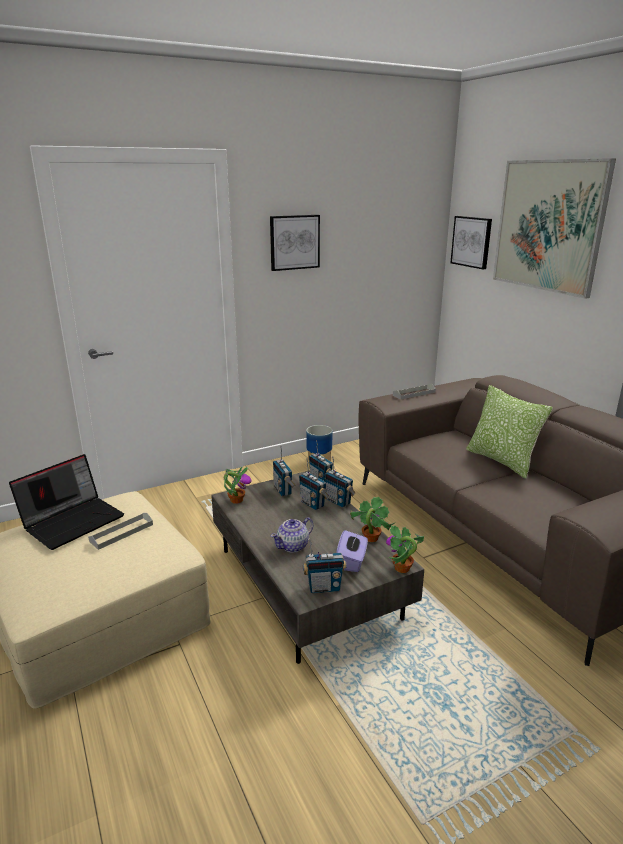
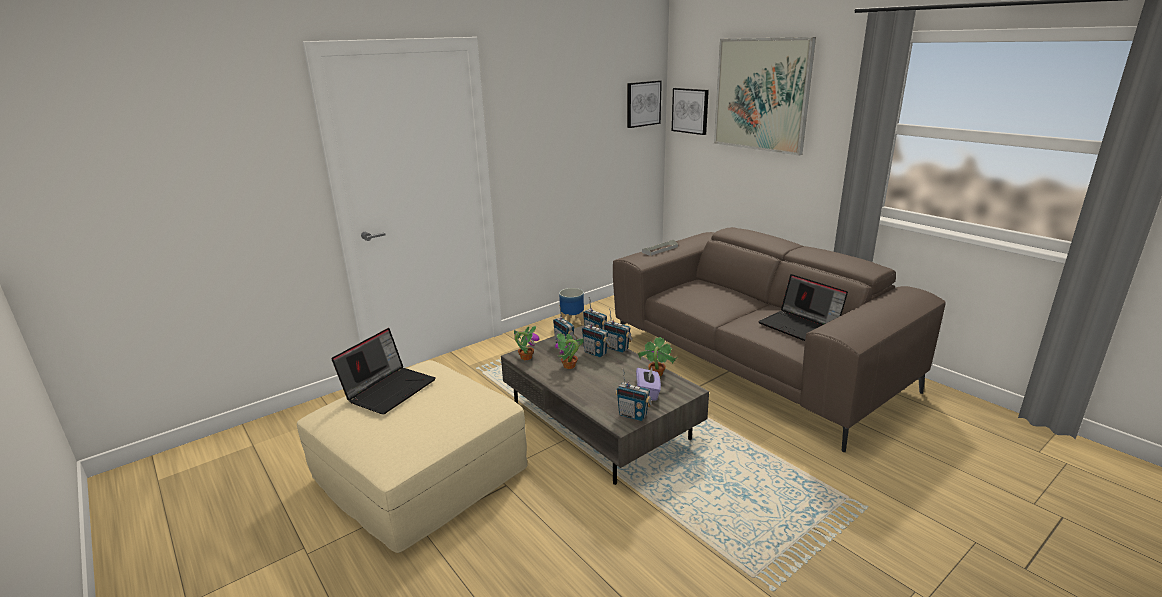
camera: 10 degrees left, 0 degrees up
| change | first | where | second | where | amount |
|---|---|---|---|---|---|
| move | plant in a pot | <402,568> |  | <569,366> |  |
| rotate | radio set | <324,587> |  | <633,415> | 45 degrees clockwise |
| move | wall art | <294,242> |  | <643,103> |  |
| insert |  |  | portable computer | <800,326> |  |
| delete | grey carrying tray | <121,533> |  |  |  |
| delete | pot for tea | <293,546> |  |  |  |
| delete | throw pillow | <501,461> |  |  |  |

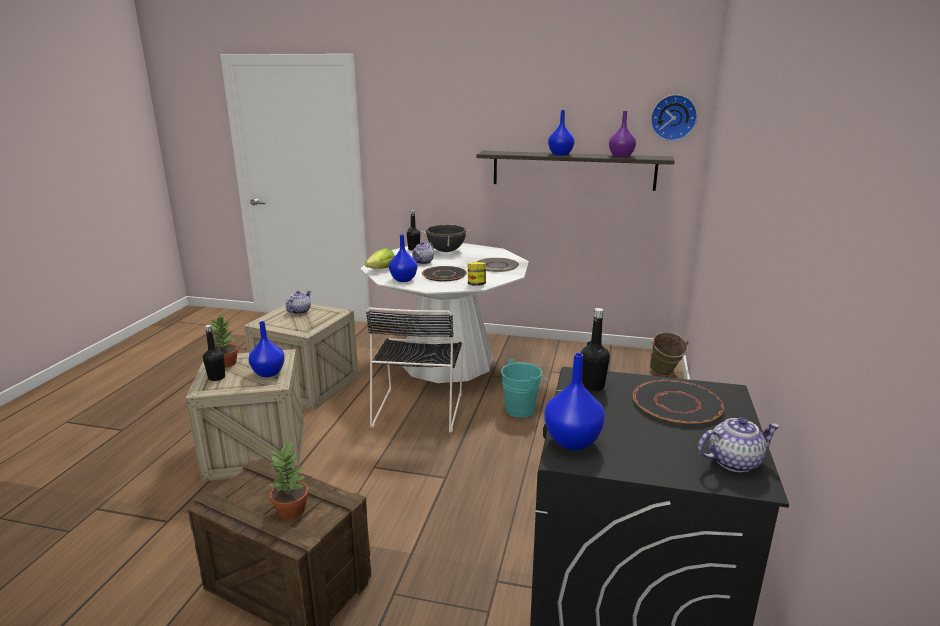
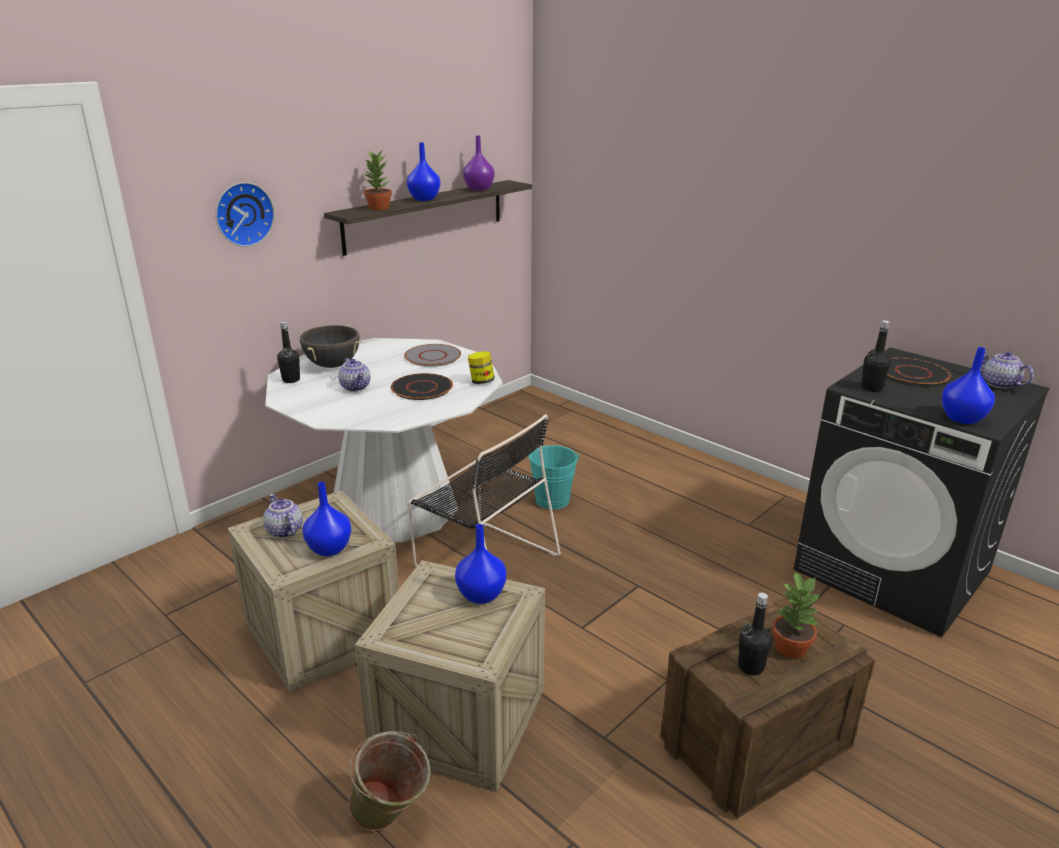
camera: 60 degrees left, 5 degrees up
| change | first | where | second | where | amount |
|---|---|---|---|---|---|
| move | clock on the wall | <673,117> |  | <242,213> |  |
| move | bluish decorative vase | <403,279> |  | <328,549> |  |
| move | green pail | <664,375> |  | <391,819> |  |
| move | plant in a pot | <226,363> |  | <379,208> |  |
| move | black-coloured drink bottle | <216,377> |  | <750,667> |  |
| rotate | pot for tea | <734,461> |  | <999,384> | 45 degrees counterclockwise |
| delete | lettuce | <381,269> |  |  |  |

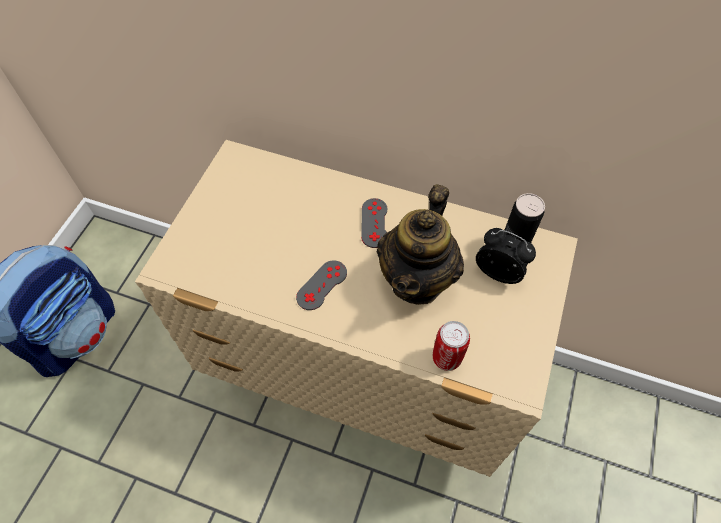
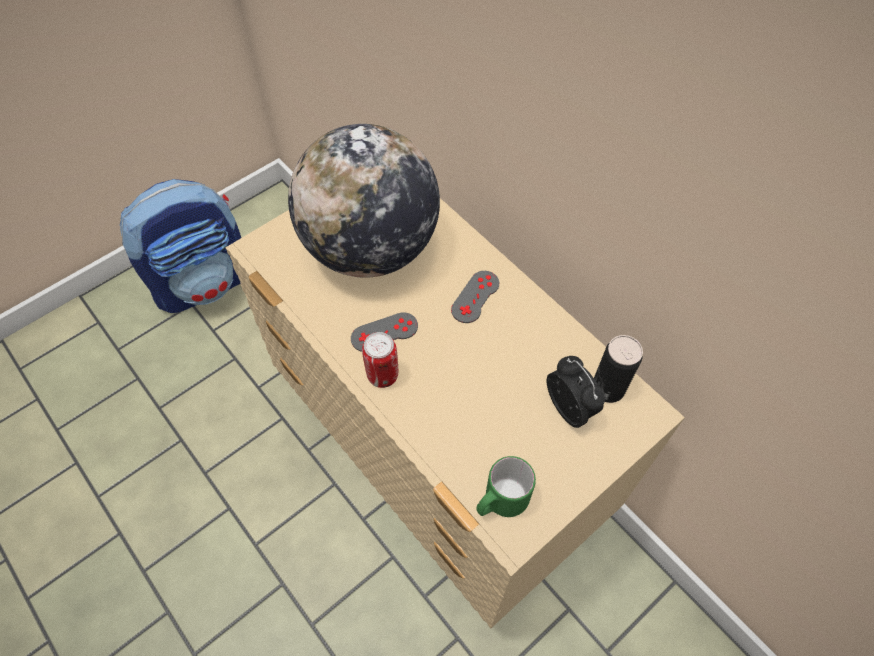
camera: 30 degrees right, 0 degrees up
| change | first | where | second | where | amount |
|---|---|---|---|---|---|
| insert |  |  | desk globe | <370,248> |  |
| move | metal can | <446,358> |  | <382,375> |  |
| insert |  |  | green coffee mug | <500,502> |  |
| delete | pot for tea | <417,279> |  |  |  |

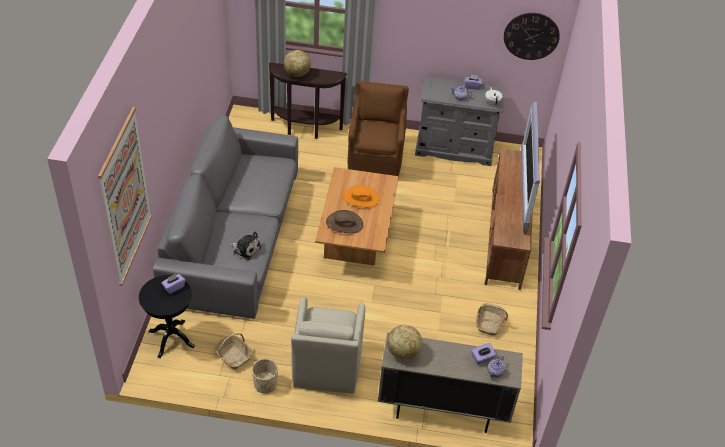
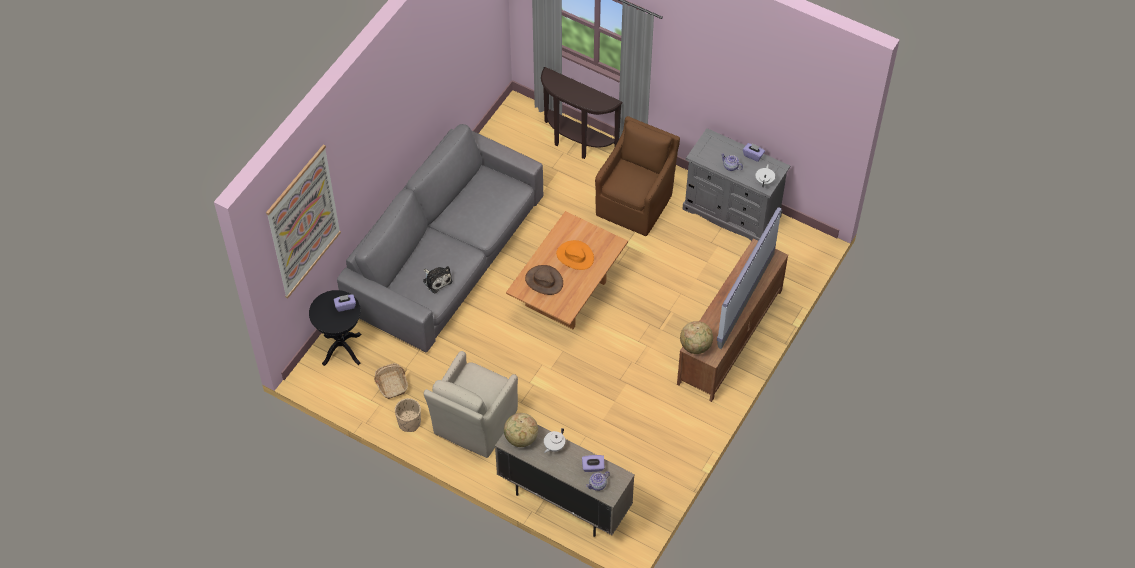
camera: 25 degrees right, 10 degrees up
| change | first | where | second | where | amount |
|---|---|---|---|---|---|
| insert |  |  | white-coloured pot for tea | <554,446> |  |
| move | desk globe | <297,74> |  | <695,346> |  |
| delete | storage basket | <489,323> |  |  |  |
| delete | clock on the wall | <531,36> |  |  |  |

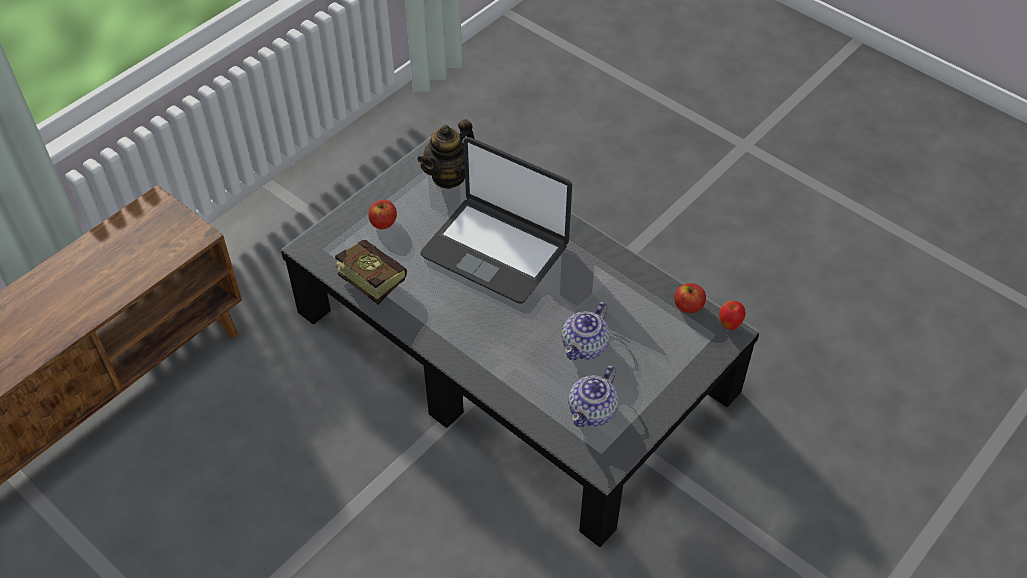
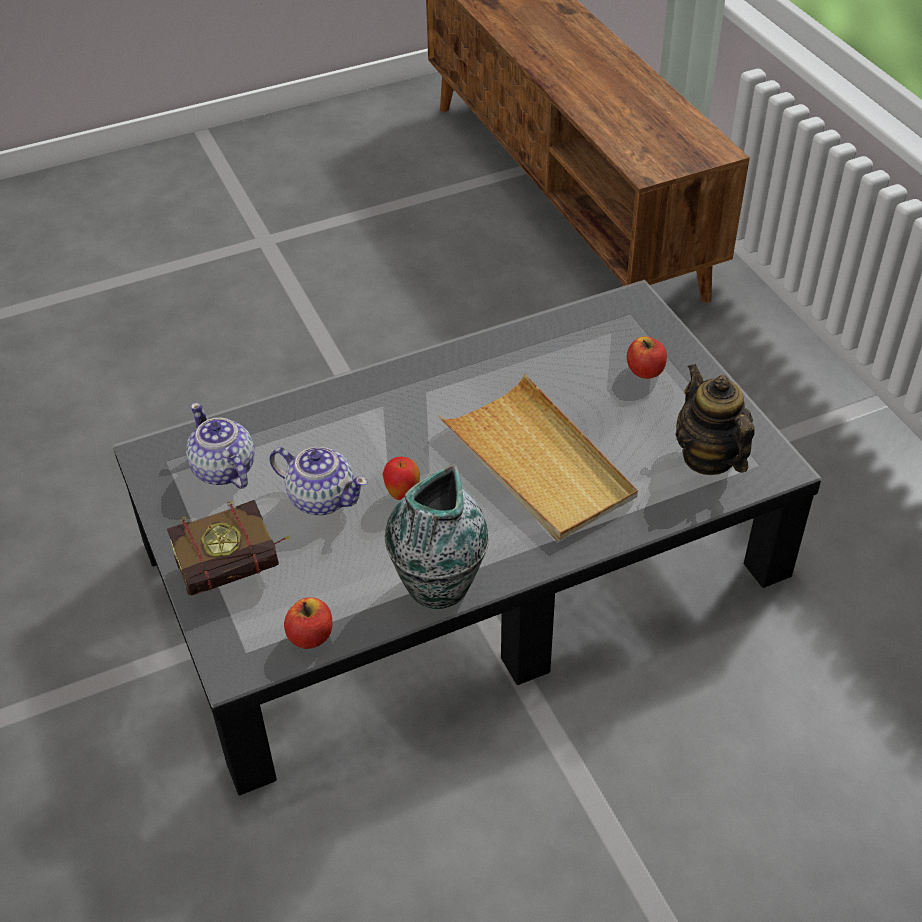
camera: 115 degrees right, 5 degrees down
| change | first | where | second | where | amount |
|---|---|---|---|---|---|
| move | bound book | <367,278> |  | <239,567> |  |
| rotate | pot for tea | <585,346> |  | <321,497> | 150 degrees clockwise |
| move | whole apple | <729,325> |  | <402,494> |  |
| insert |  |  | decorative vase | <438,587> |  |
| replace | portable computer | <496,250> | beige carrying tray | <538,463> |  |

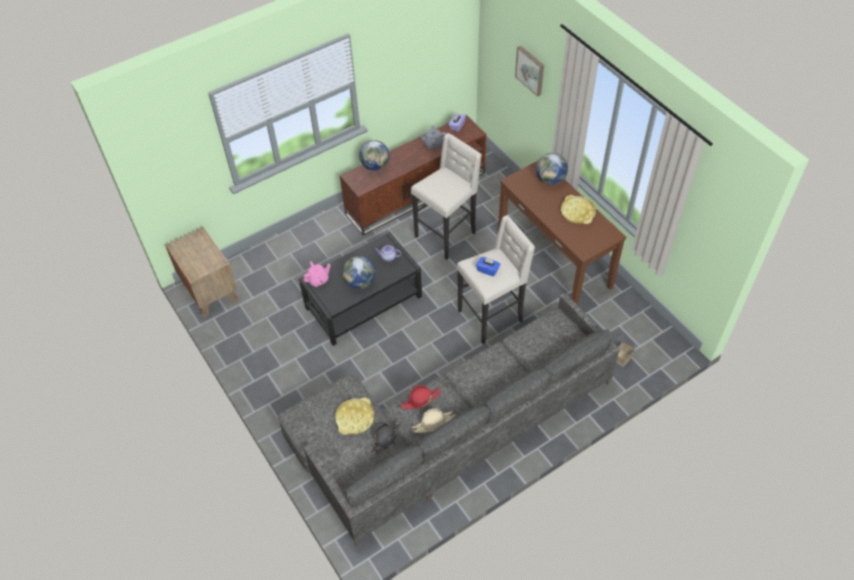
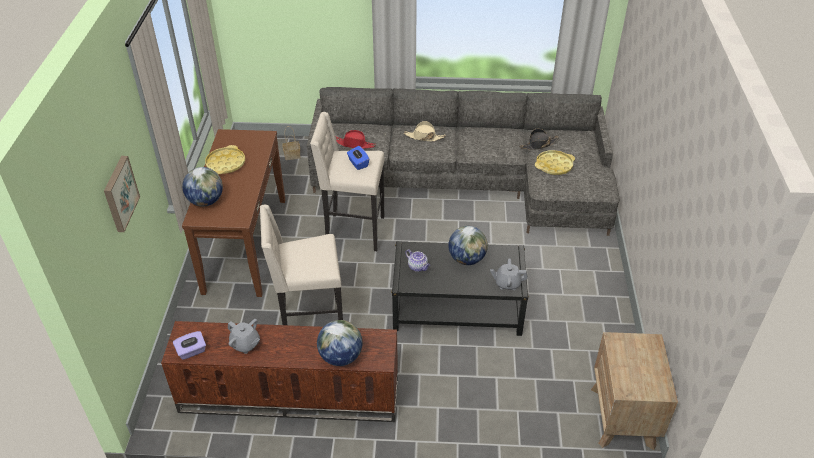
camera: 145 degrees left, 10 degrees down
| change | first | where | second | where | amount |
|---|---|---|---|---|---|
| move | red-coloured wearable hat | <420,400> |  | <355,144> |  |
| move | beige wearable hat | <433,423> |  | <424,137> |  |
| recolor | pink pot for tea | <318,280> | grey pot for tea | <507,283> |  |

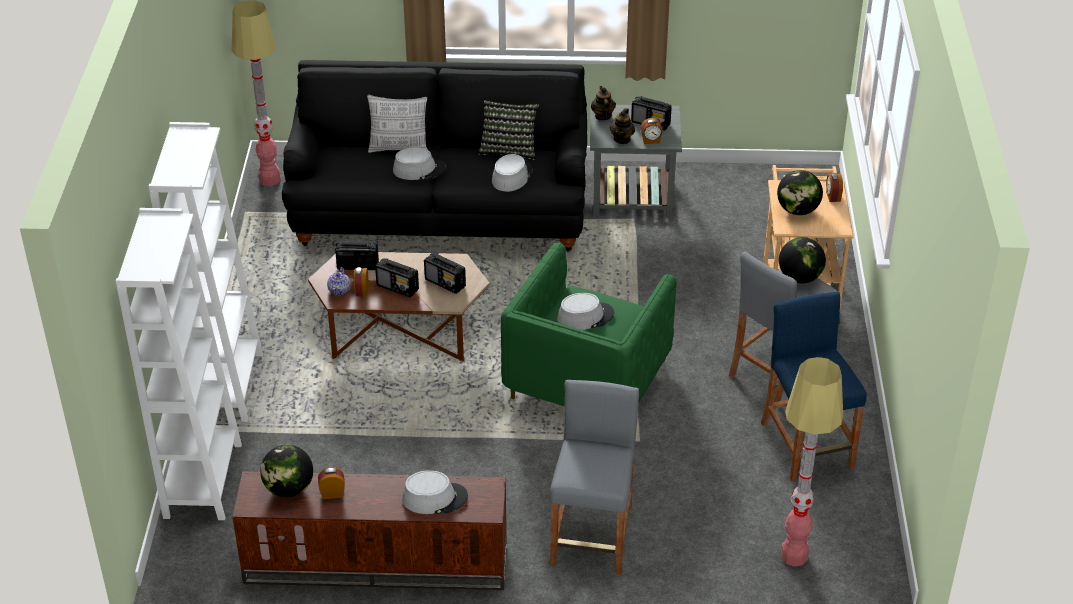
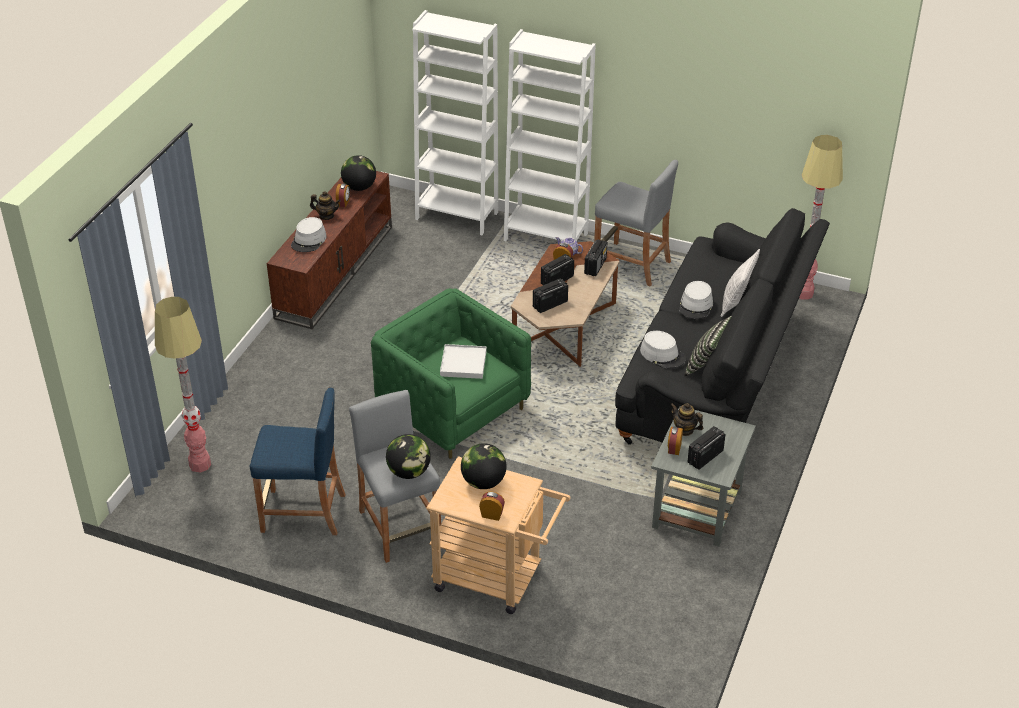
camera: 110 degrees right, 0 degrees up
| change | first | where | second | where | amount |
|---|---|---|---|---|---|
| move | pot for tea | <602,116> |  | <326,216> |  |
| replace | grey wearable hat | <585,316> | white-coloured carrying tray | <463,363> |  |
| move | grey sitting stool | <592,536> |  | <632,264> |  |

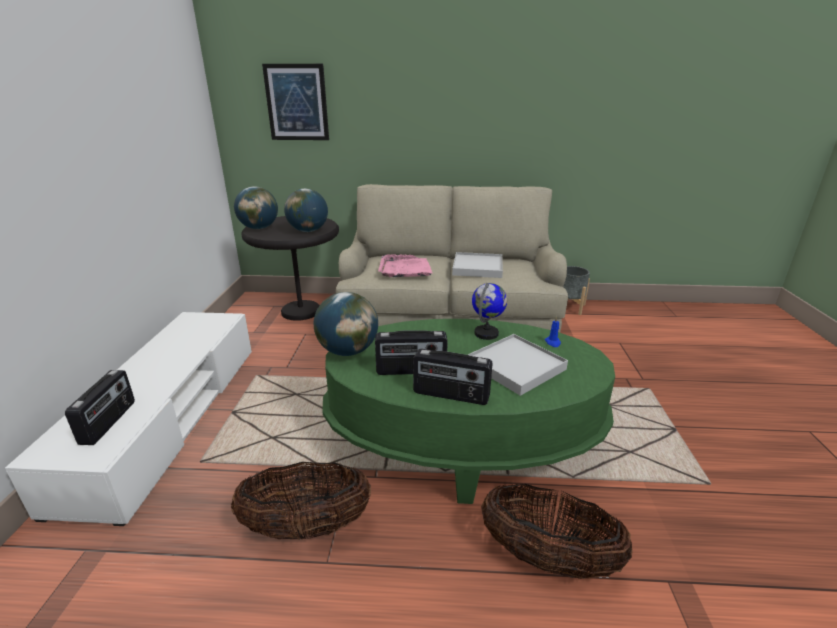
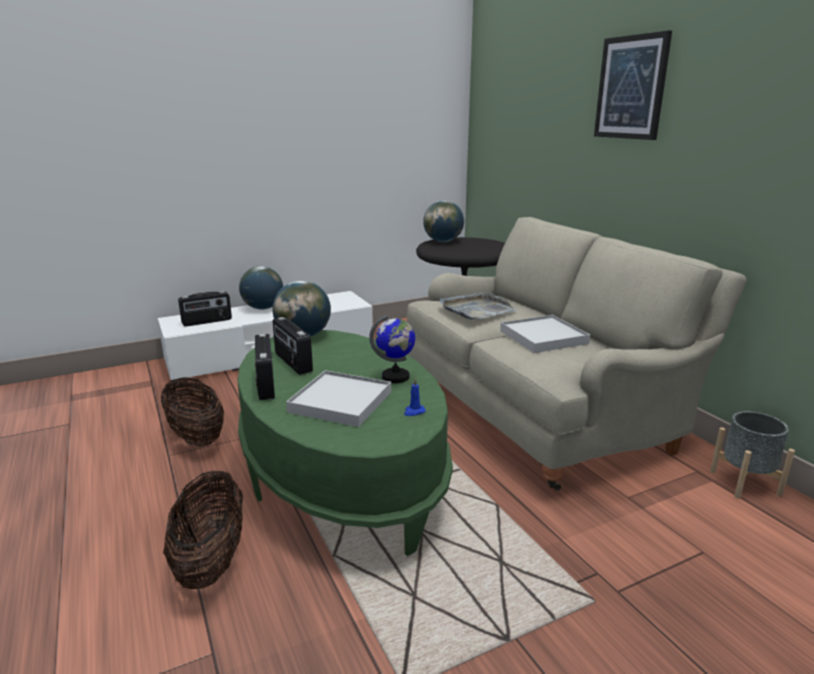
camera: 60 degrees right, 5 degrees down
| change | first | where | second | where | amount |
|---|---|---|---|---|---|
| move | desk globe | <308,231> |  | <263,308> |  |
| recolor | pink carrying tray | <405,269> | grey carrying tray | <476,309> |  |
| move | wall art | <297,102> |  | <631,88> |  |

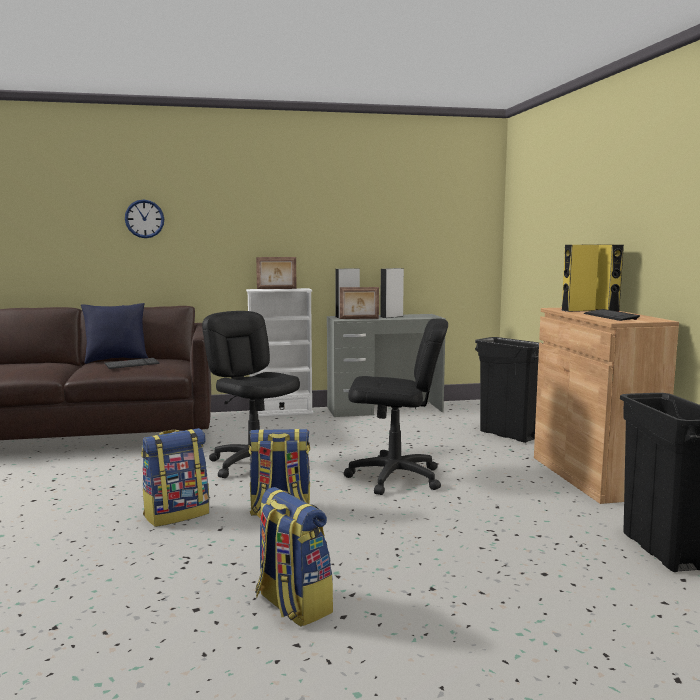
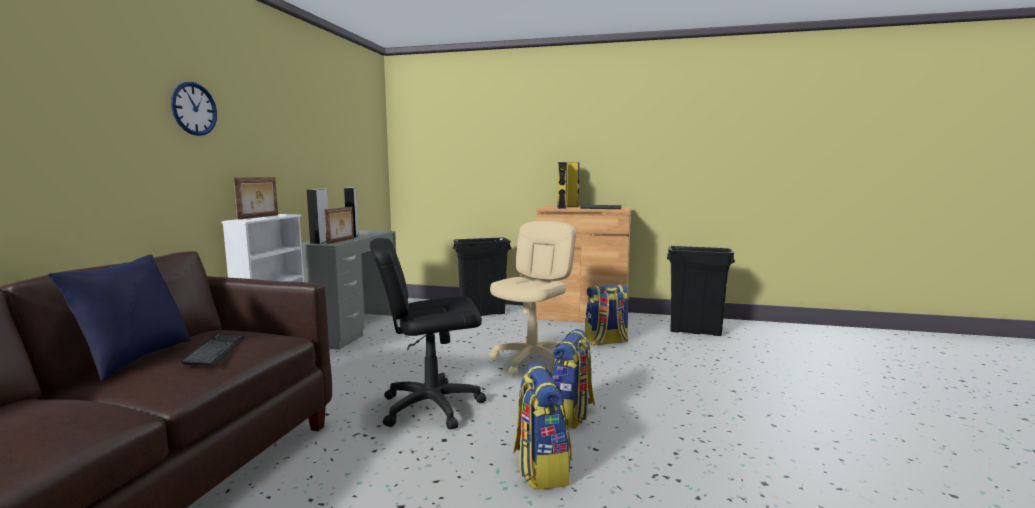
camera: 65 degrees left, 0 degrees up
| change | first | where | second | where | amount |
|---|---|---|---|---|---|
| move | clock on the wall | <144,219> |  | <194,109> |  |
| recolor | black-coloured office chair | <395,478> | beige office chair | <533,361> |  |
| move | knapsack | <292,605> |  | <606,341> |  |

